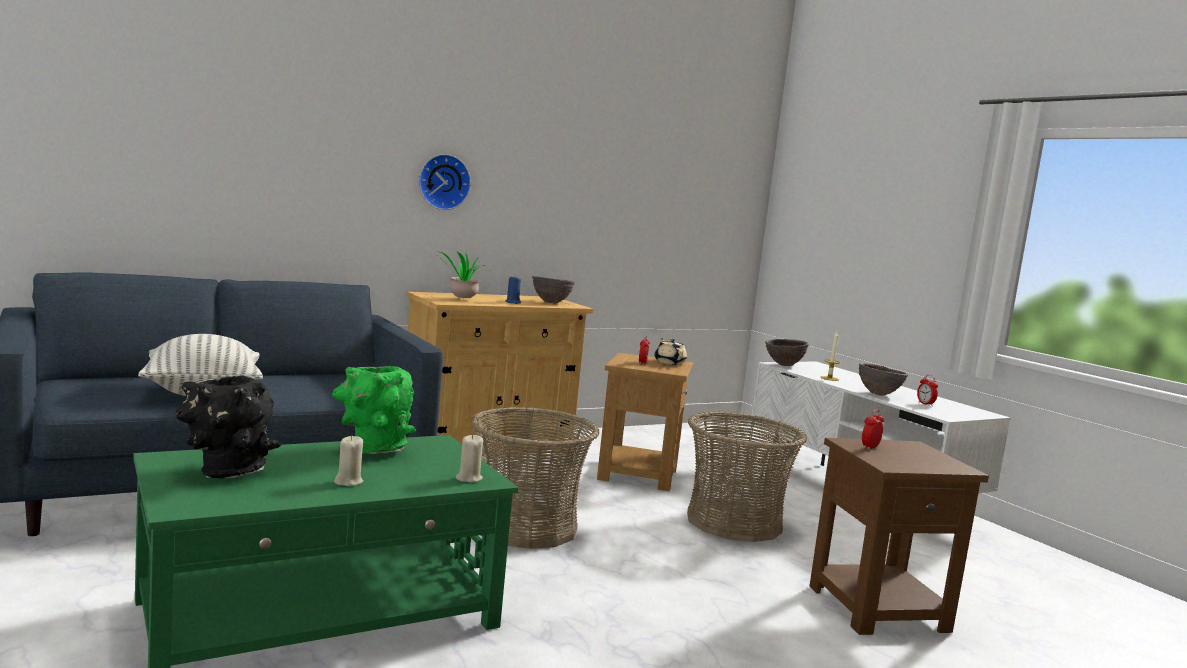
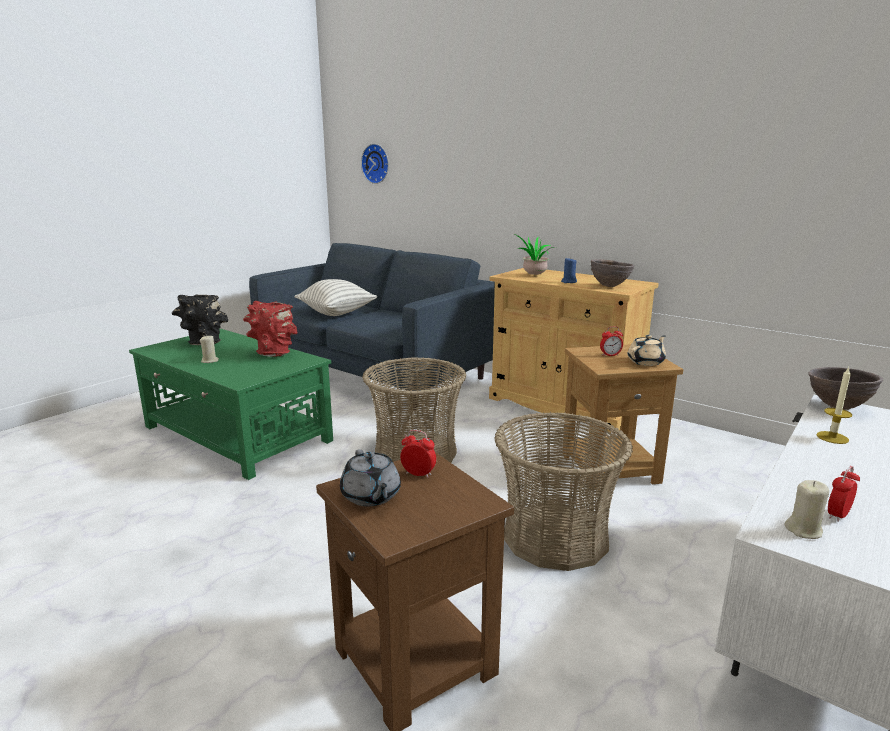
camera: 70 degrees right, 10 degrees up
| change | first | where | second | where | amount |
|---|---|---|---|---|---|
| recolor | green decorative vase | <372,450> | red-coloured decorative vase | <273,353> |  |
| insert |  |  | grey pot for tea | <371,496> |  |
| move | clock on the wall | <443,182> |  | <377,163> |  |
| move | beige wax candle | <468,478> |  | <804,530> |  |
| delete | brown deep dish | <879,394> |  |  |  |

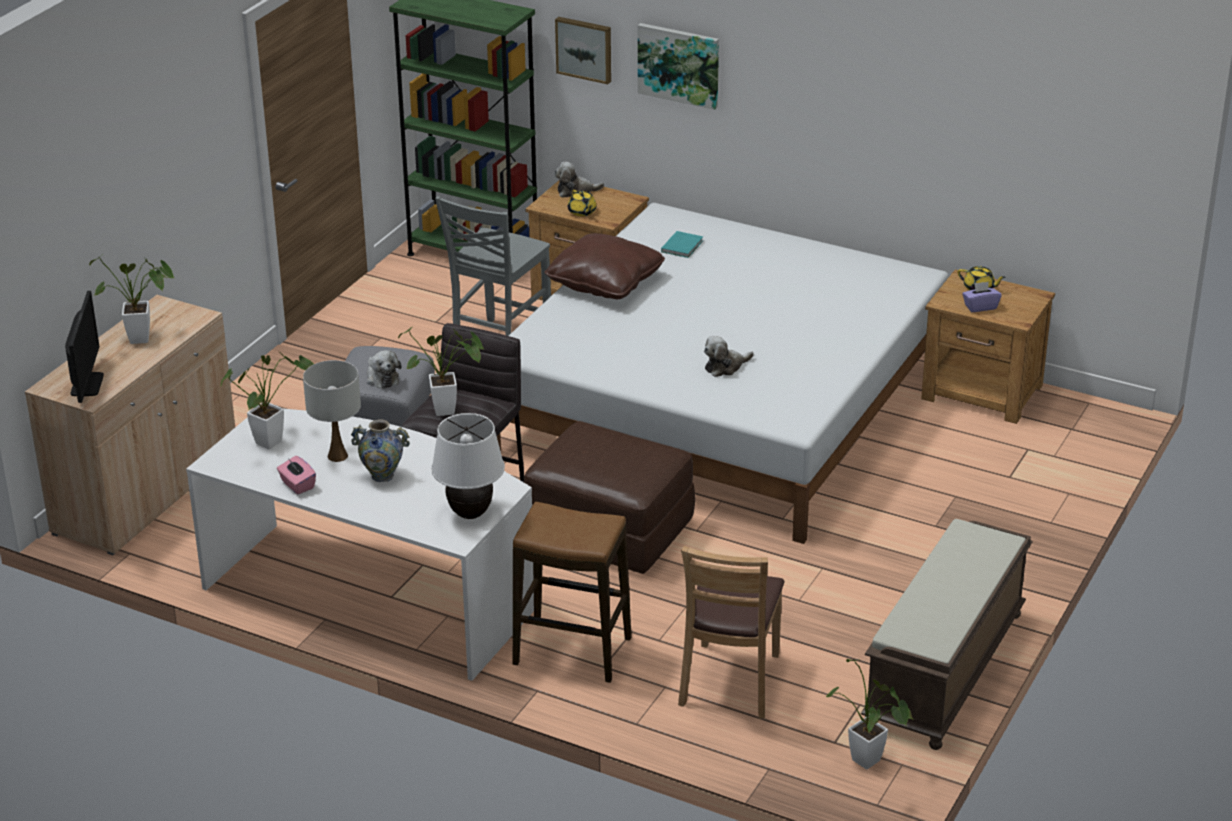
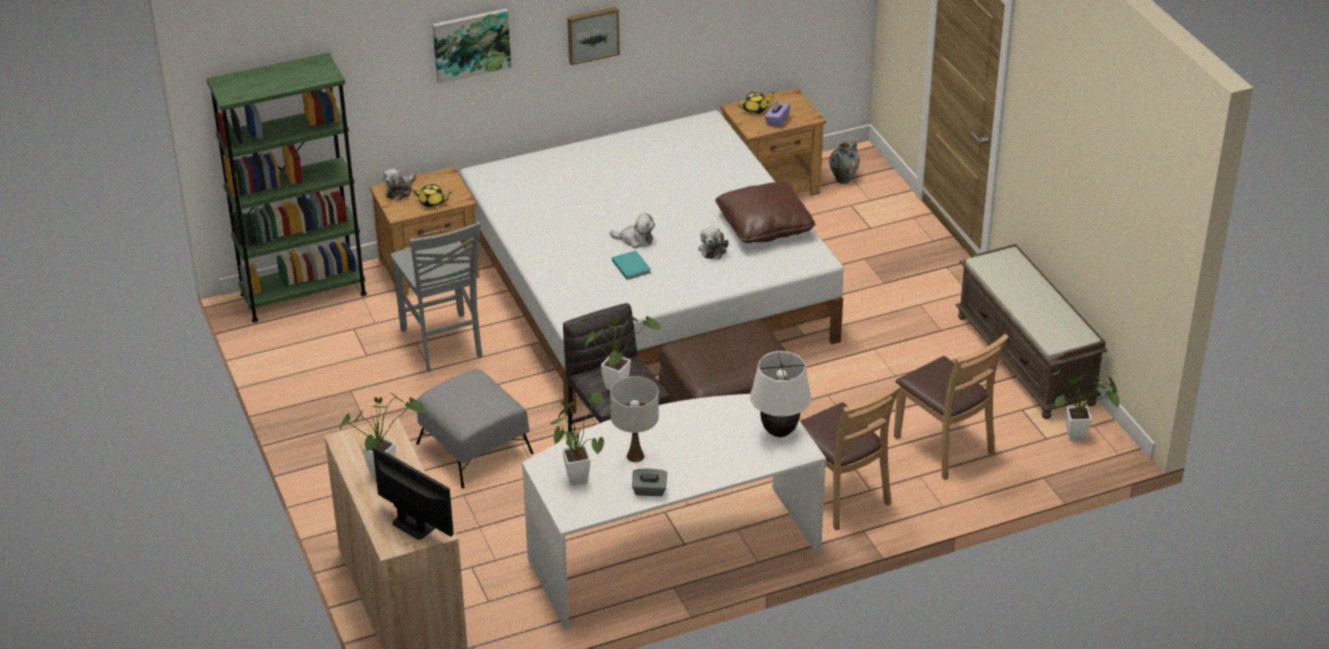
camera: 50 degrees left, 5 degrees up
| change | first | where | second | where | amount |
|---|---|---|---|---|---|
| move | wall art | <584,49> |  | <592,34> |  |
| move | plush toy | <381,378> |  | <635,240> |  |
| move | turquoise bound book | <683,246> |  | <631,266> |  |
| recolor | pink tissue holder | <297,485> | grey tissue holder | <649,491> |  |
| move | brown throw pillow | <605,282> |  | <764,226> |  |
| replace | sitting stool | <572,652> | brown upright chair | <840,495> |  |
| move | decorative vase | <382,476> |  | <843,180> |  |

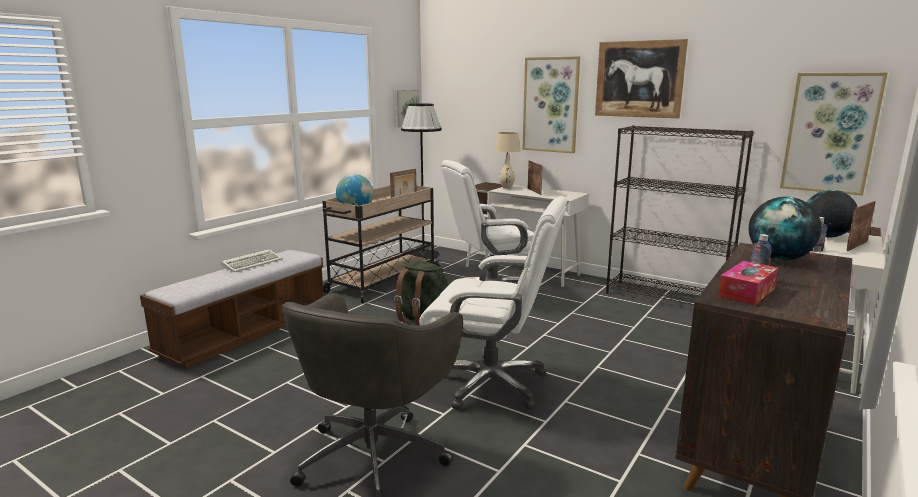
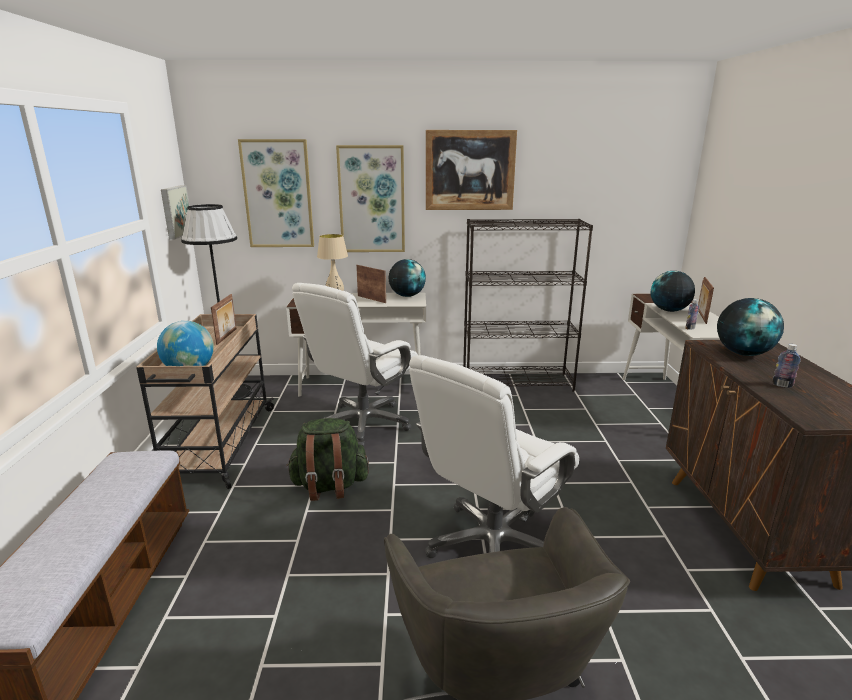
camera: 35 degrees left, 5 degrees up
| change | first | where | second | where | amount |
|---|---|---|---|---|---|
| move | wall art | <830,133> |  | <278,194> |  |
| insert |  |  | desk globe | <407,296> |  |
| rotate | white-coloured office chair | <491,383> |  | <492,546> | 150 degrees clockwise |
| delete | keyboard | <253,263> |  |  |  |
| delete | tissue holder | <747,292> |  |  |  |

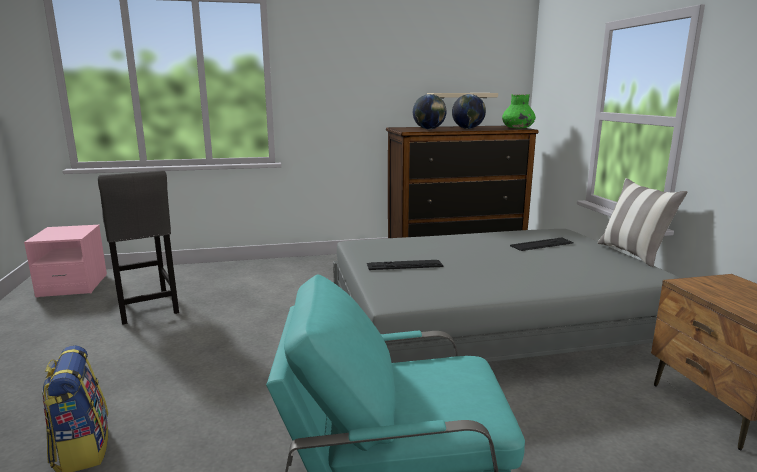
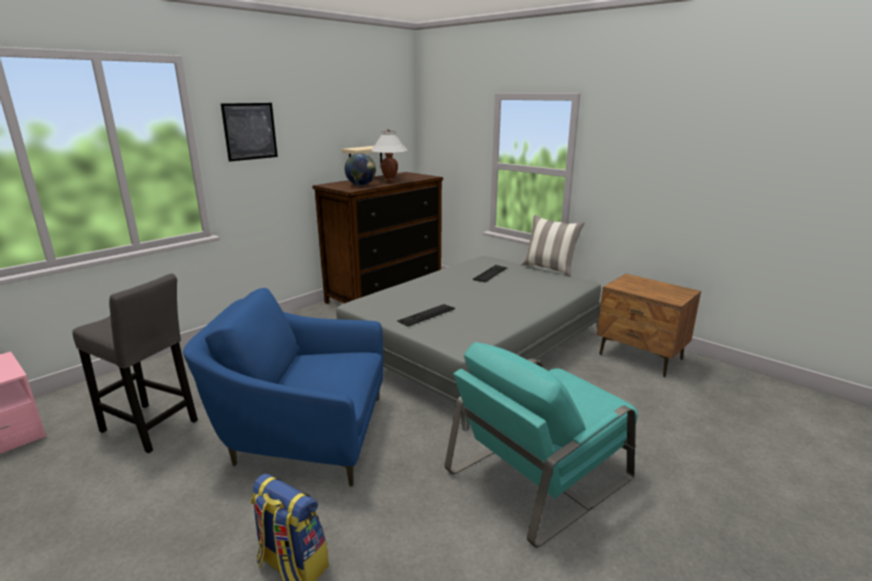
camera: 35 degrees left, 5 degrees up
| change | first | where | second | where | amount |
|---|---|---|---|---|---|
| insert |  |  | bluish lounge chair | <304,434> |  |
| insert |  |  | wall art | <250,131> |  |
| replace | desk globe | <468,128> | white-coloured lamp for a table | <390,181> |  |
| delete | green decorative vase | <517,128> |  |  |  |

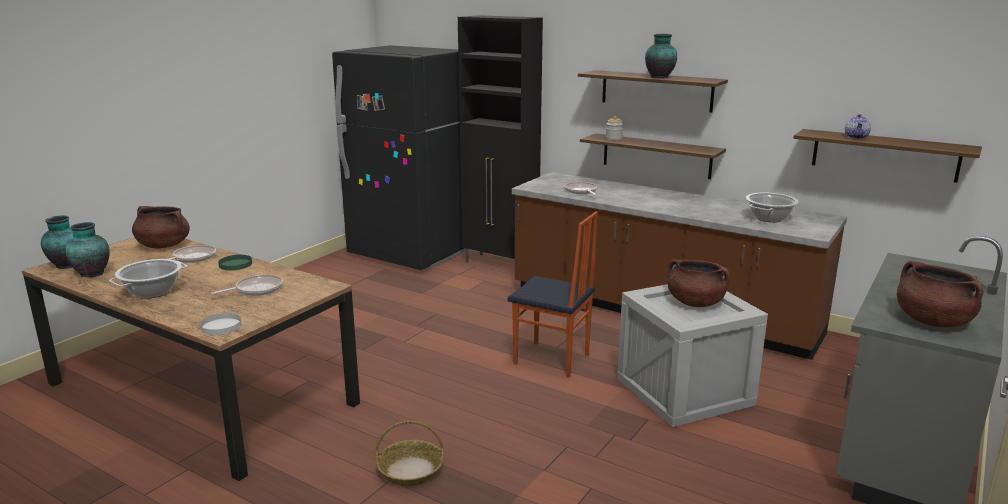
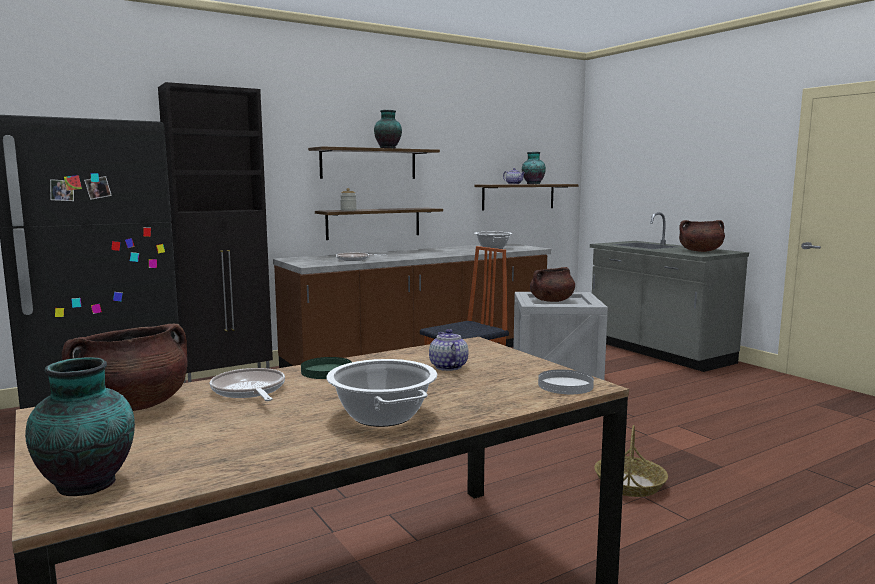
camera: 65 degrees left, 10 degrees down
| change | first | where | second | where | amount |
|---|---|---|---|---|---|
| replace | pan | <256,289> | pot for tea | <447,367> |  |
| move | decorative vase | <92,273> |  | <532,184> |  |

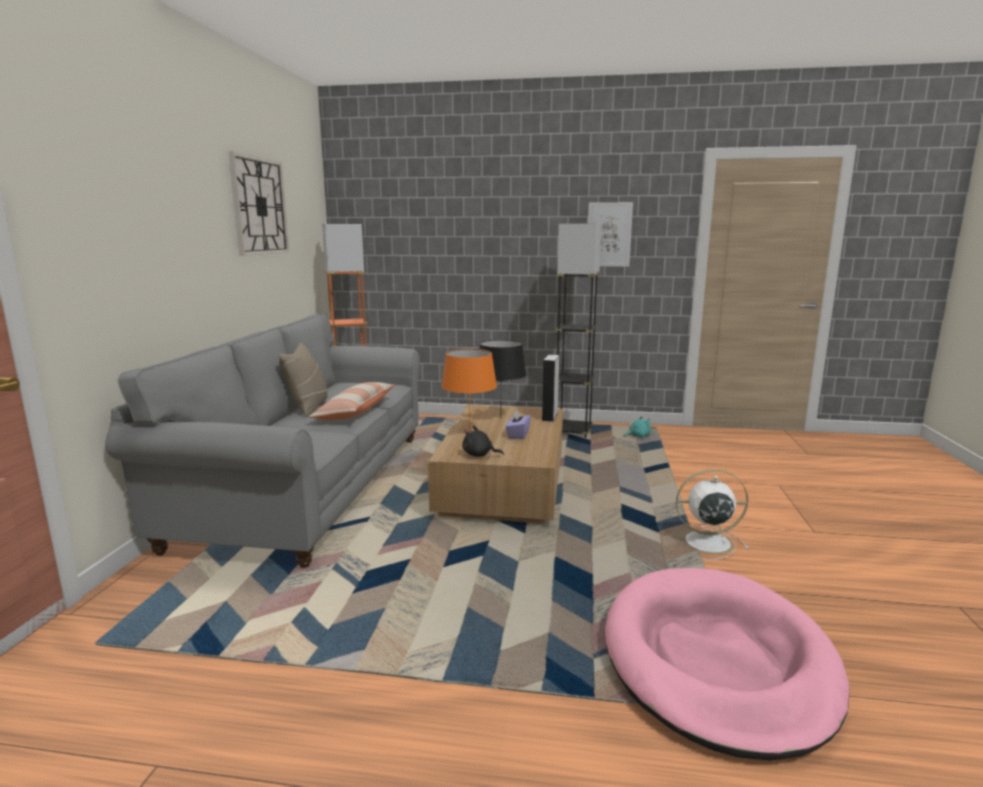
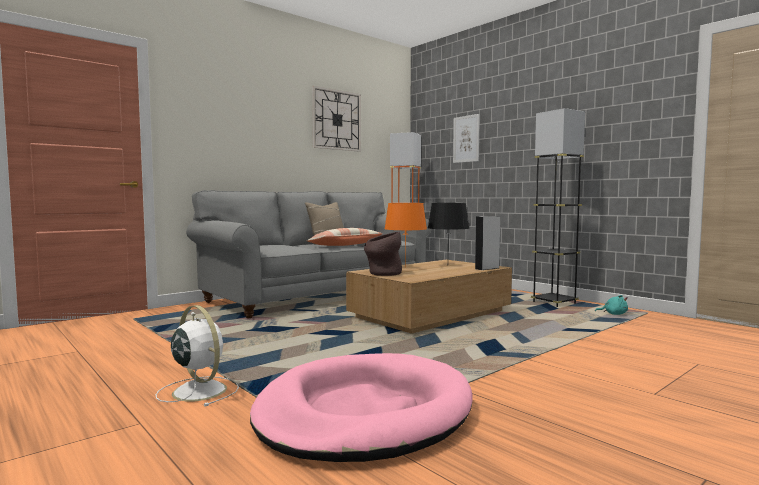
camera: 40 degrees right, 10 degrees down
| change | first | where | second | where | amount |
|---|---|---|---|---|---|
| move | white-coloured electric fan | <705,542> |  | <198,390> |  |
| replace | black-coloured plush toy | <479,455> | brown decorative vase | <382,273> |  |
| move | wall art | <609,234> |  | <466,139> |  |
| delete | purple tissue holder | <518,434> |  |  |  |

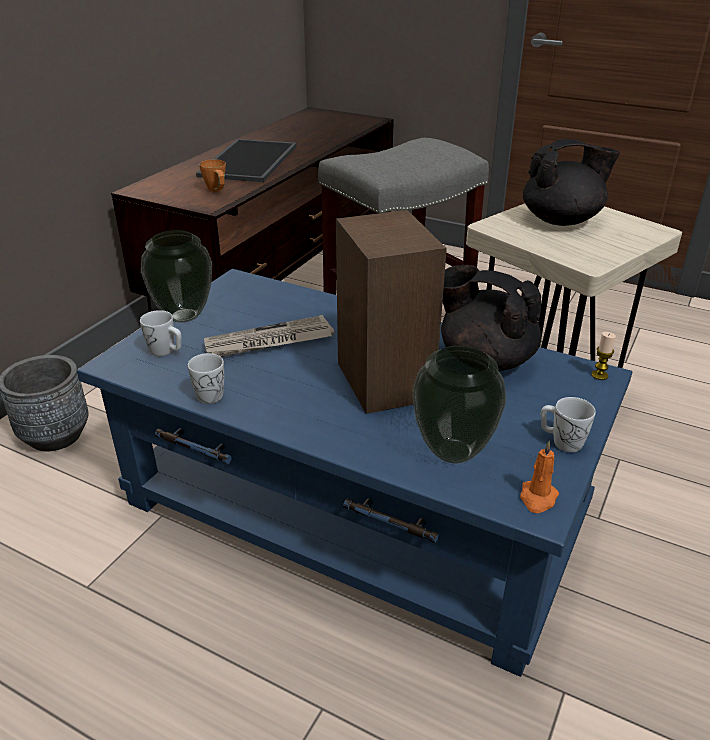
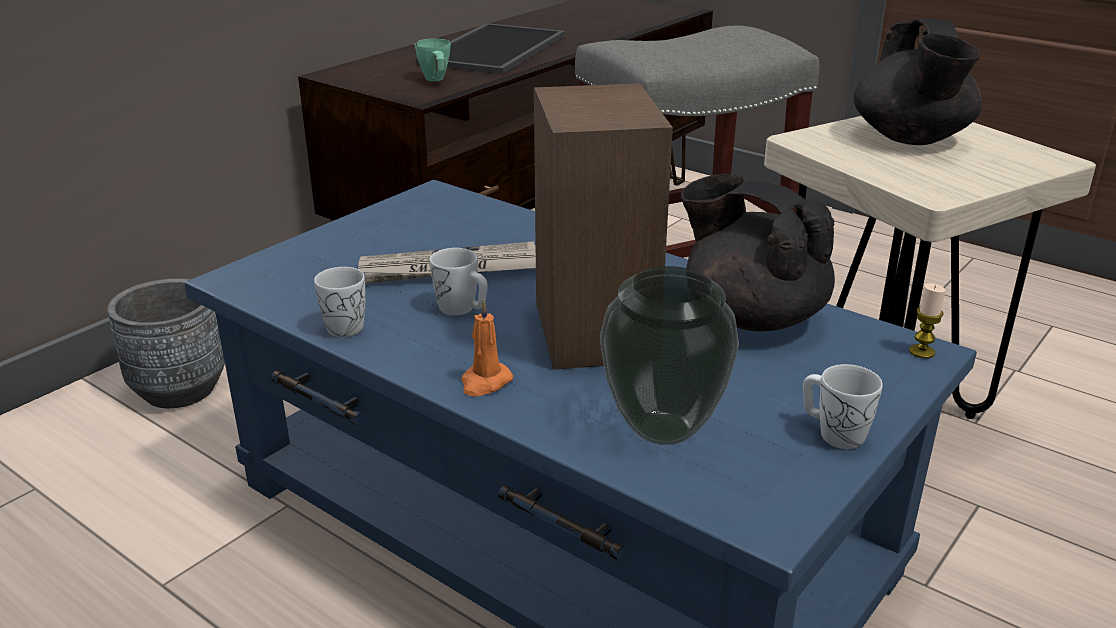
camera: 10 degrees right, 5 degrees down
| change | first | where | second | where | amount |
|---|---|---|---|---|---|
| recolor | orange-coloured coffee mug | <217,191> | green coffee mug | <436,81> |  |
| move | white-coloured coffee mug | <166,351> |  | <462,310> |  |
| move | orange-coloured wax candle | <538,498> |  | <485,382> |  |
| rotate | black-coloured pot for tea | <562,220> |  | <911,139> | 90 degrees clockwise |
| delete | decorative vase | <183,316> |  |  |  |

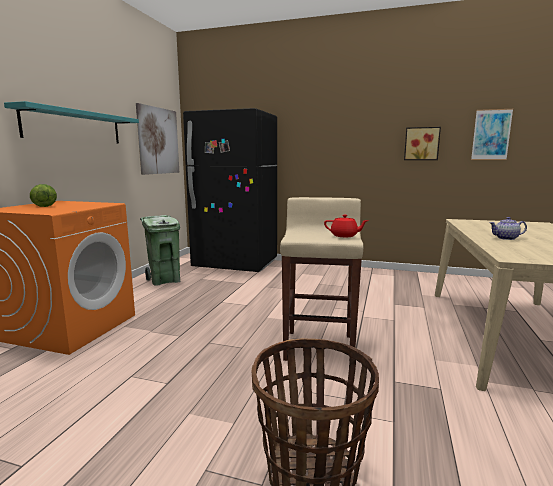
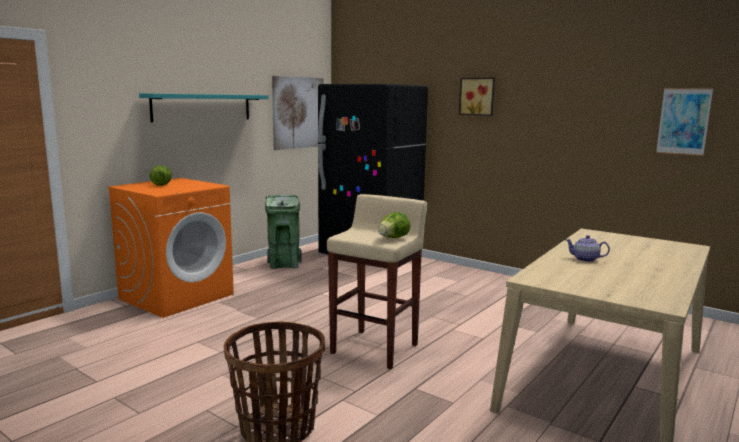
camera: 20 degrees right, 0 degrees up
| change | first | where | second | where | amount |
|---|---|---|---|---|---|
| replace | red-coloured pot for tea | <344,236> | lettuce | <392,238> |  |
| move | wall art | <421,143> |  | <477,96> |  |

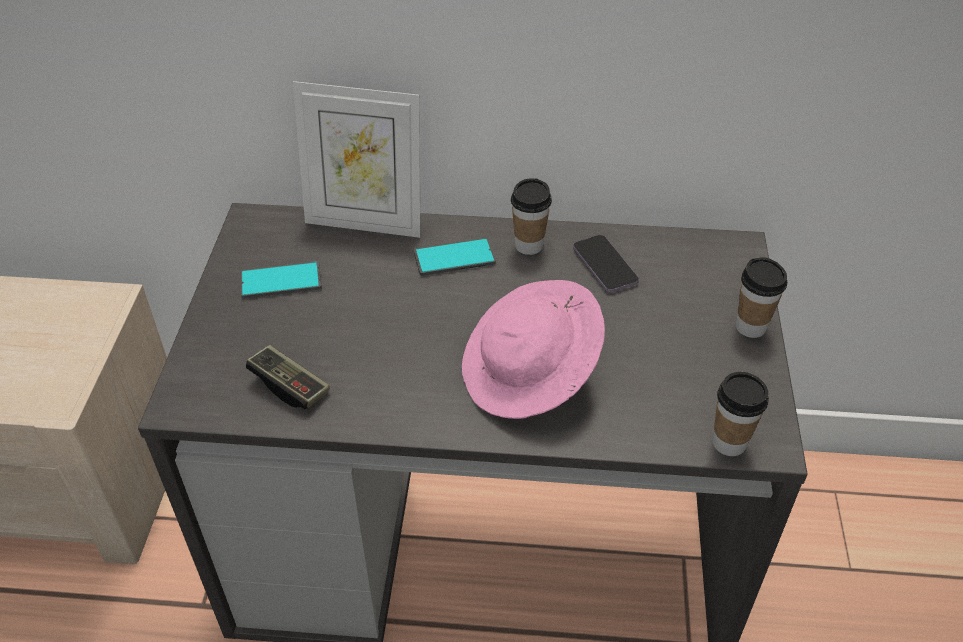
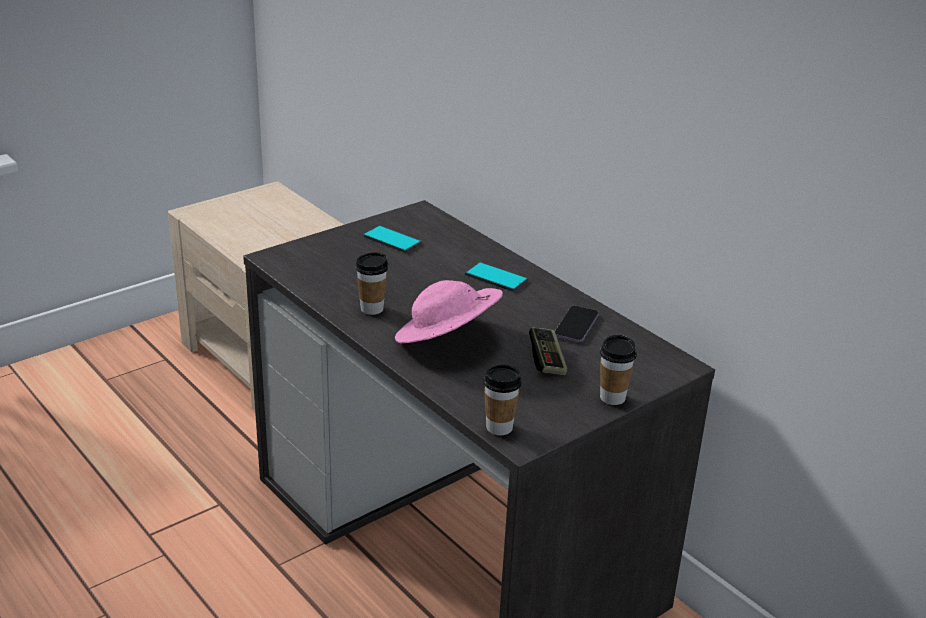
camera: 45 degrees right, 15 degrees down
| change | first | where | second | where | amount |
|---|---|---|---|---|---|
| move | drinking cup | <529,245> |  | <372,309> |  |
| move | game controller | <289,386> |  | <547,360> |  |
| delete | photo frame | <365,222> |  |  |  |

